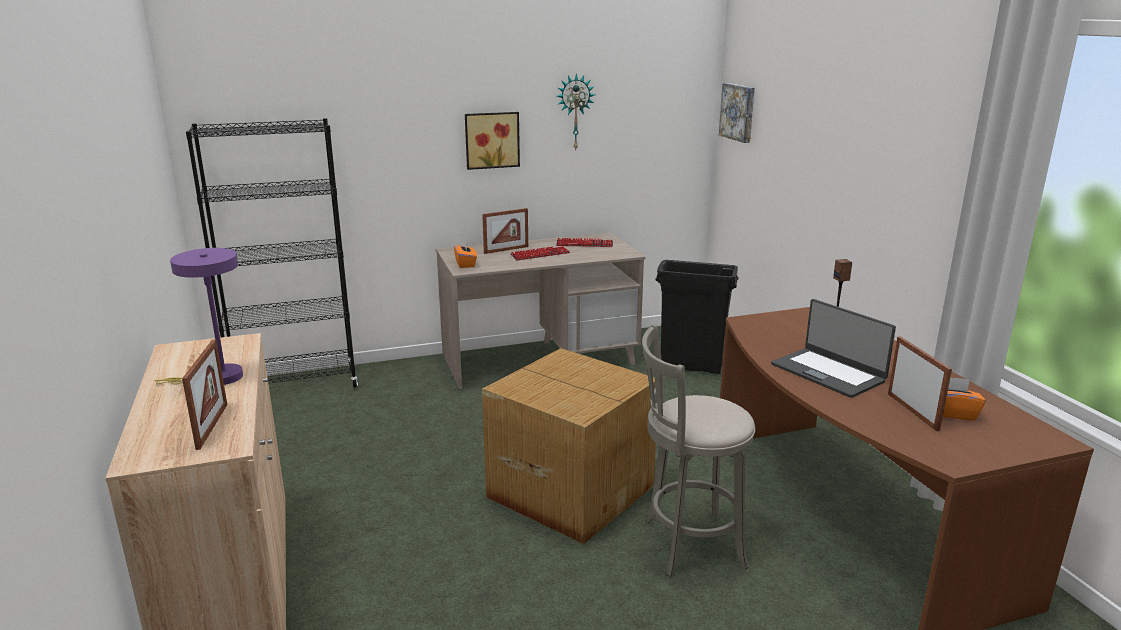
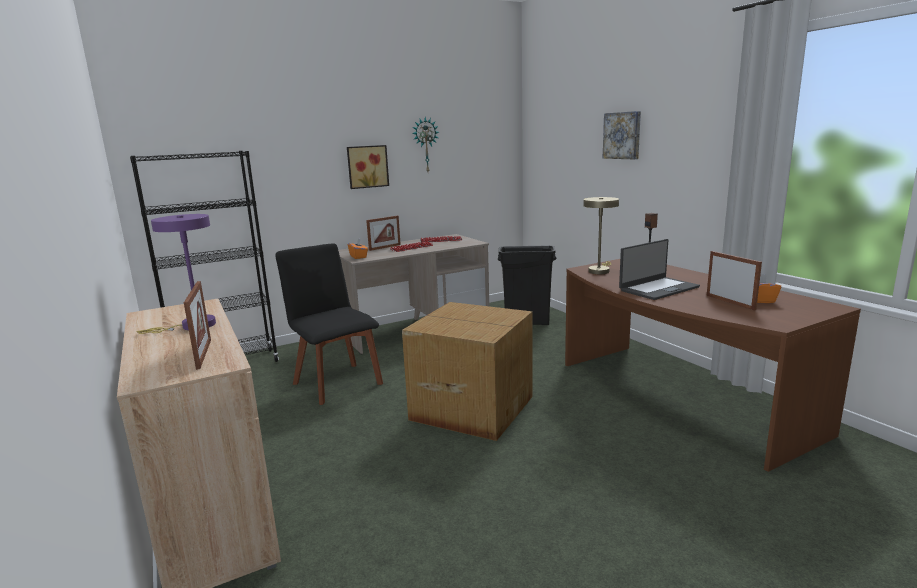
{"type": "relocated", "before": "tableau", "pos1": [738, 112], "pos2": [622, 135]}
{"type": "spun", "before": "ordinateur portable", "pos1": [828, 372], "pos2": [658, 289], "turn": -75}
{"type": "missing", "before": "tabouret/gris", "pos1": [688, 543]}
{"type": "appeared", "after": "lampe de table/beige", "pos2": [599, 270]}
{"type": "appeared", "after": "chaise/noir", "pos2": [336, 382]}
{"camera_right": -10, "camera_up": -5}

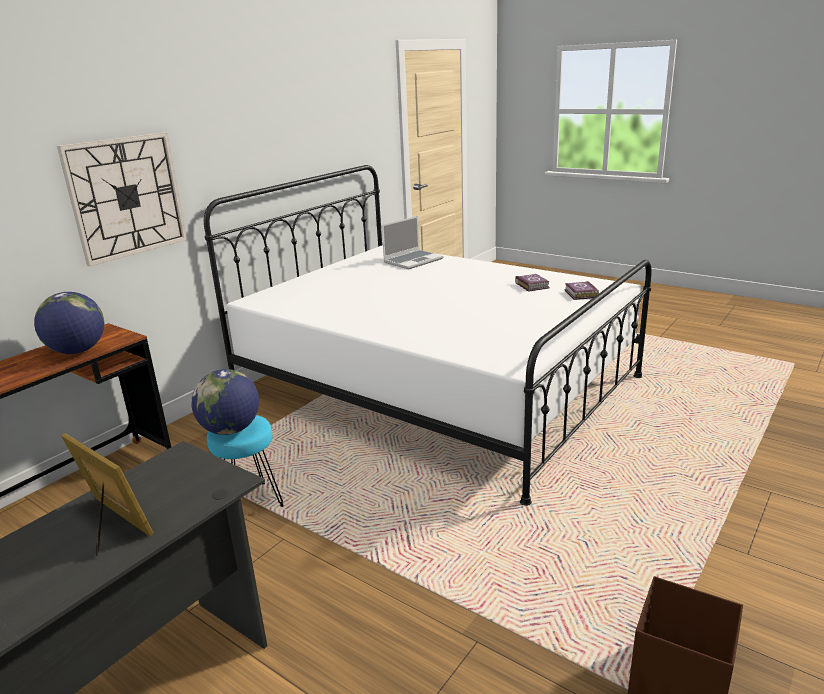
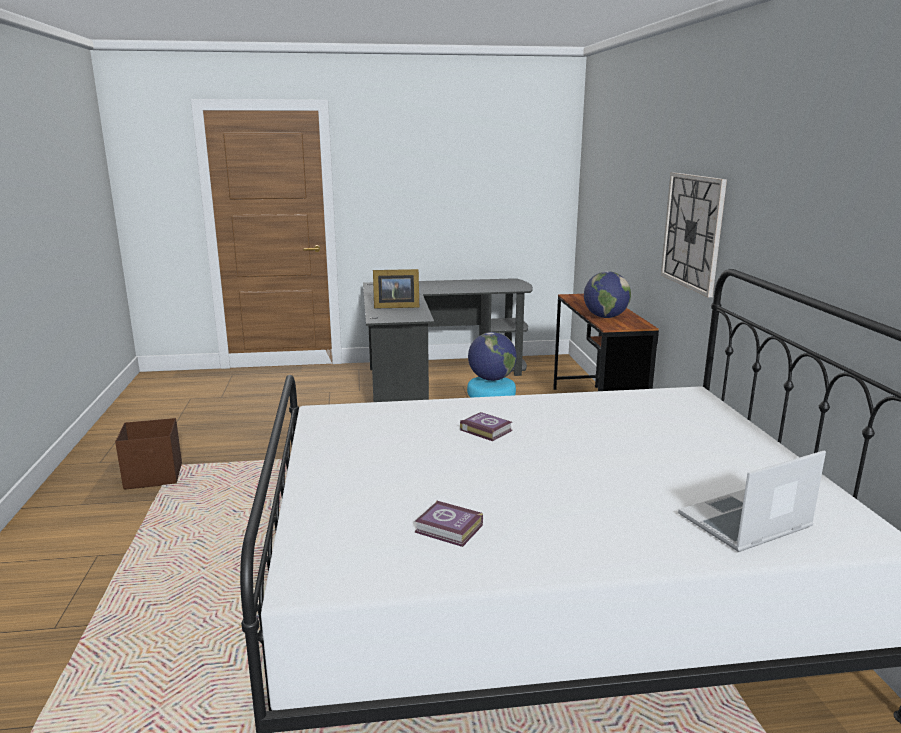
{"type": "spun", "before": "ordinateur portable", "pos1": [413, 260], "pos2": [744, 523], "turn": 60}
{"type": "relocated", "before": "livre", "pos1": [580, 294], "pos2": [485, 430]}
{"camera_right": 135, "camera_up": -5}

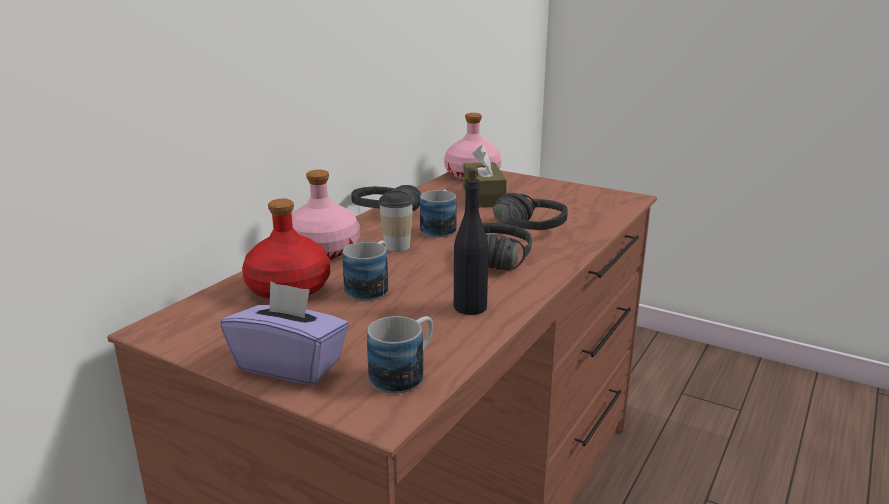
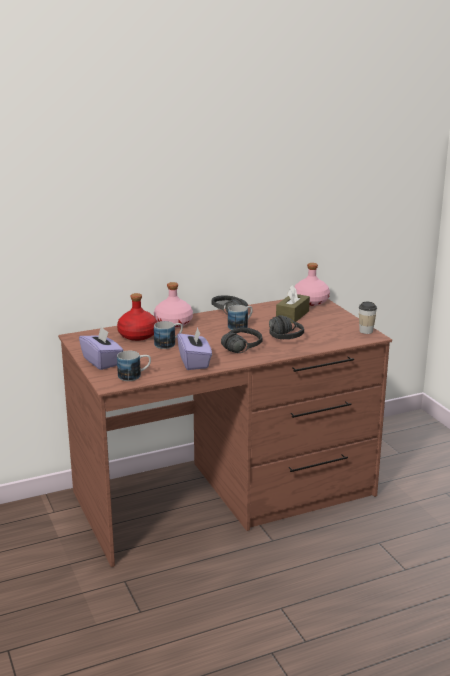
{"type": "exchanged", "before": "bouteille/noir", "after": "boîte à mouchoirs/violet", "pos1": [470, 307], "pos2": [194, 362]}
{"type": "relocated", "before": "tasse", "pos1": [397, 246], "pos2": [366, 331]}
{"camera_right": 35, "camera_up": 0}

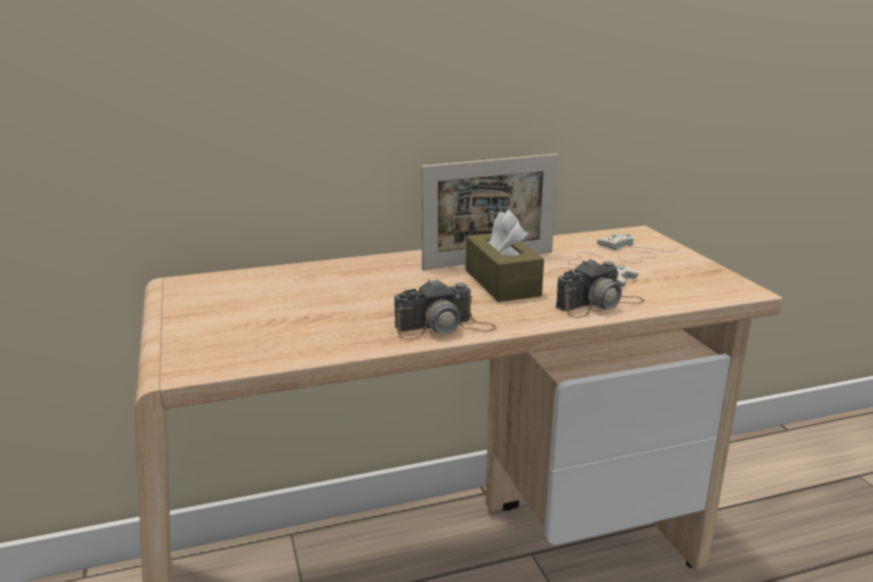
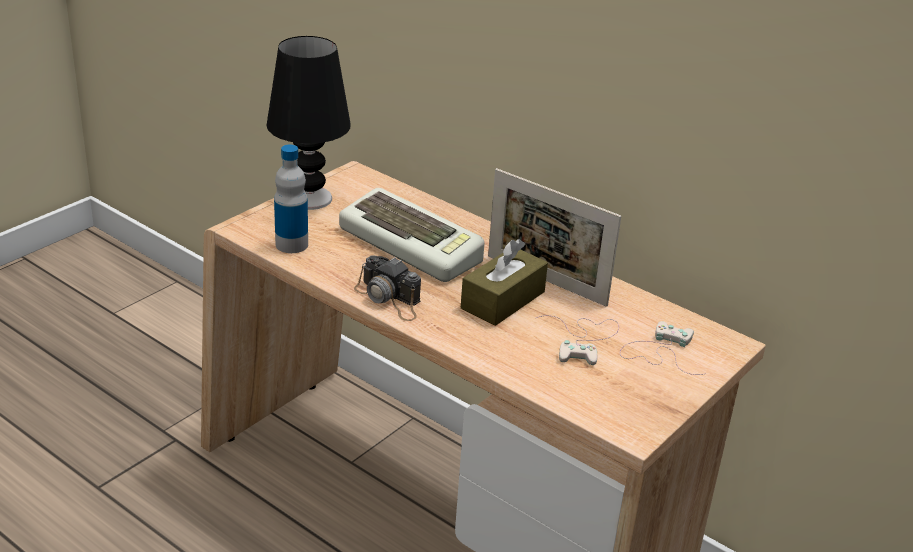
{"type": "missing", "before": "appareil photo", "pos1": [600, 304]}
{"type": "appeared", "after": "lampe de table/noir", "pos2": [309, 199]}
{"type": "appeared", "after": "bouteille", "pos2": [291, 244]}
{"type": "appeared", "after": "clavier", "pos2": [413, 245]}
{"camera_right": 55, "camera_up": 10}

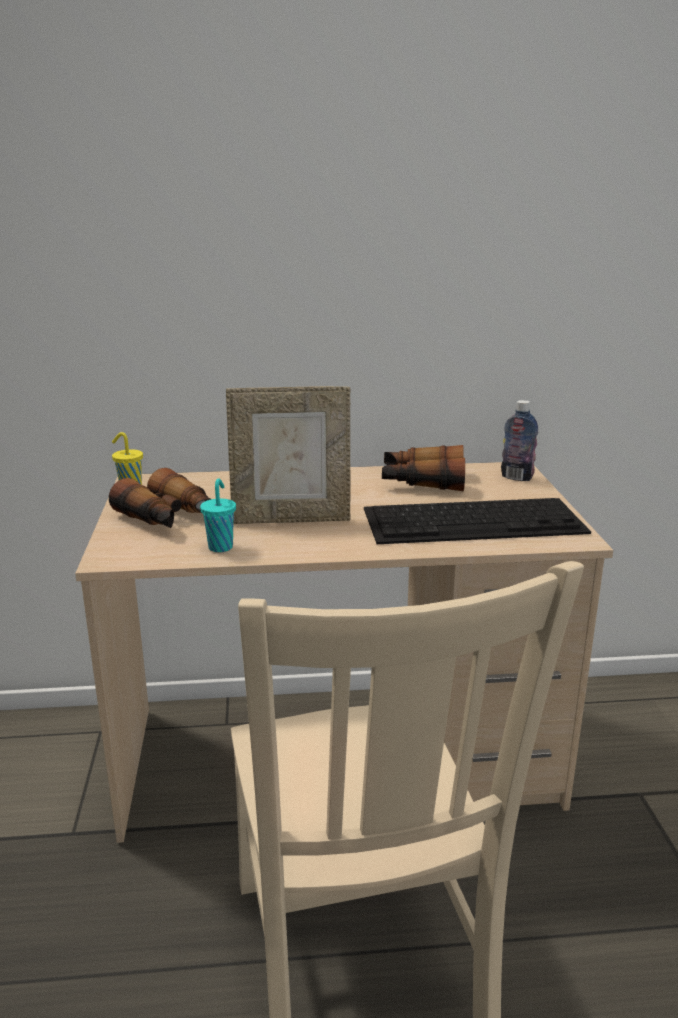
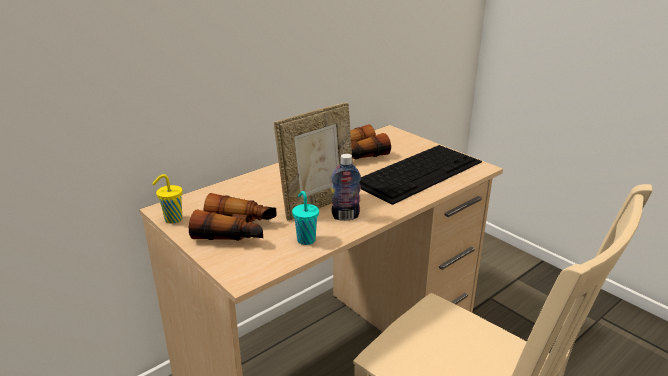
{"type": "relocated", "before": "bouteille", "pos1": [516, 477], "pos2": [345, 216]}
{"camera_right": -35, "camera_up": 5}

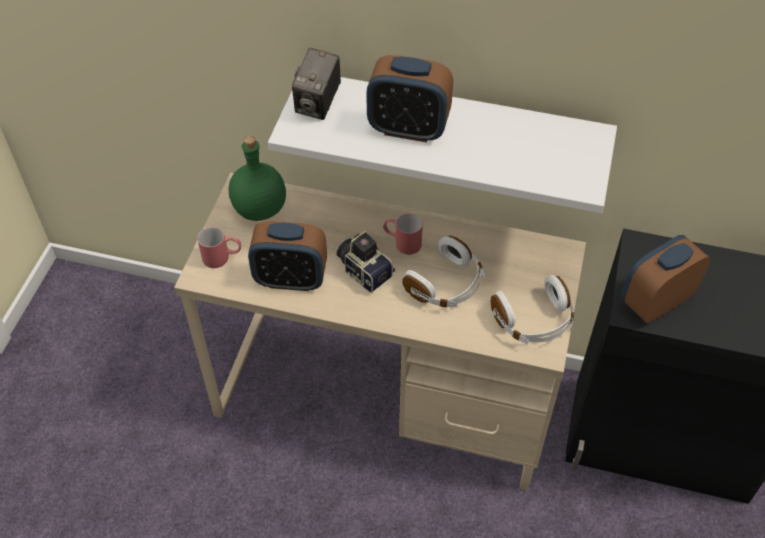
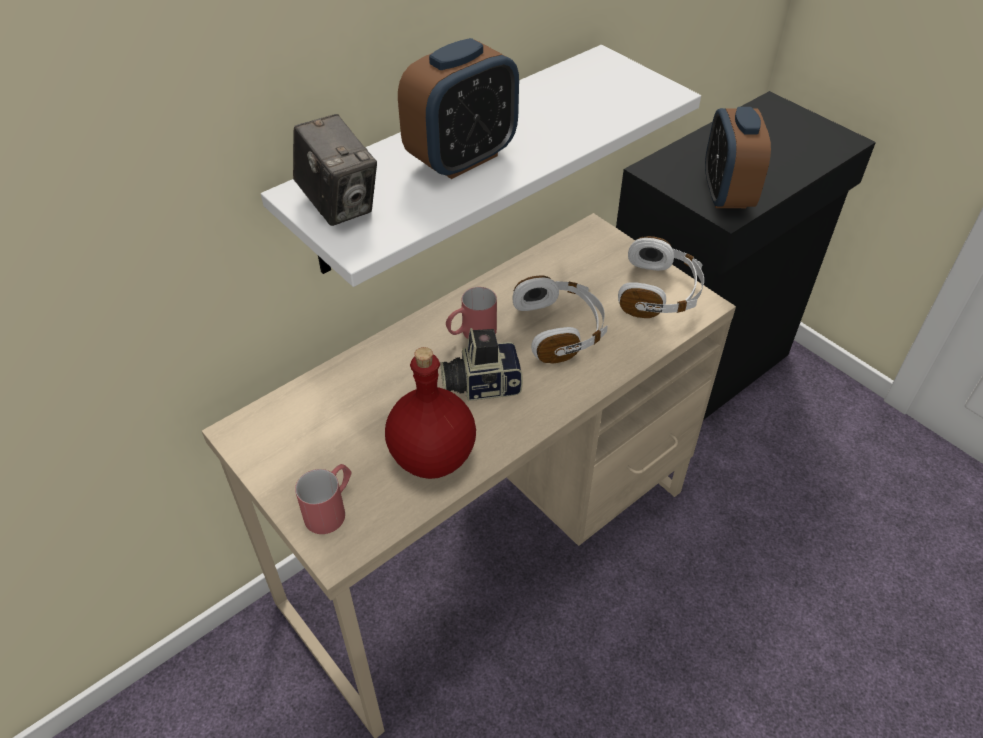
{"type": "missing", "before": "bouteille/vert", "pos1": [260, 210]}
{"type": "exchanged", "before": "réveil", "after": "bouteille/rouge", "pos1": [291, 279], "pos2": [432, 456]}
{"camera_right": -55, "camera_up": -5}

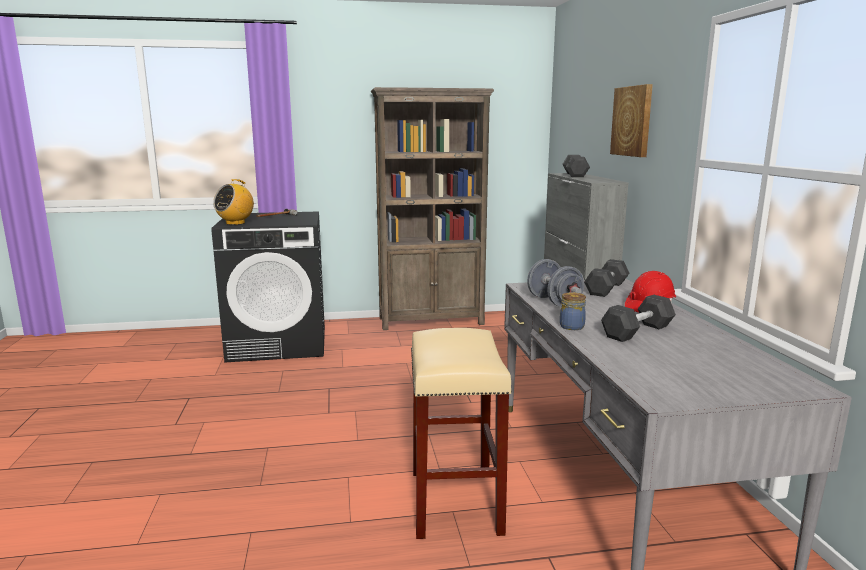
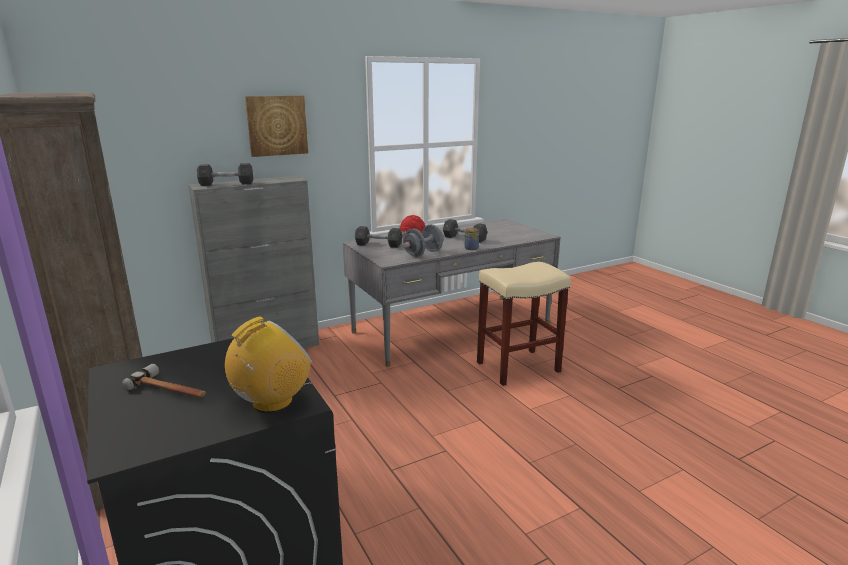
{"type": "spun", "before": "radio", "pos1": [235, 223], "pos2": [272, 402], "turn": -60}
{"camera_right": -110, "camera_up": 5}

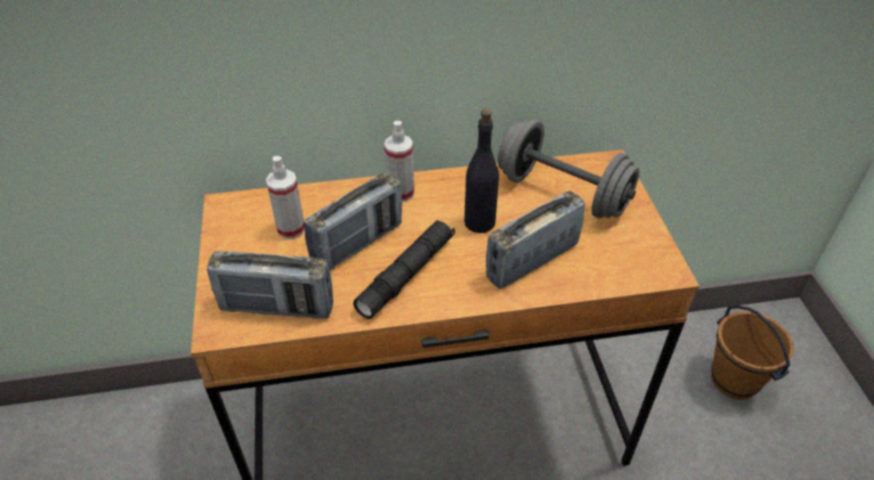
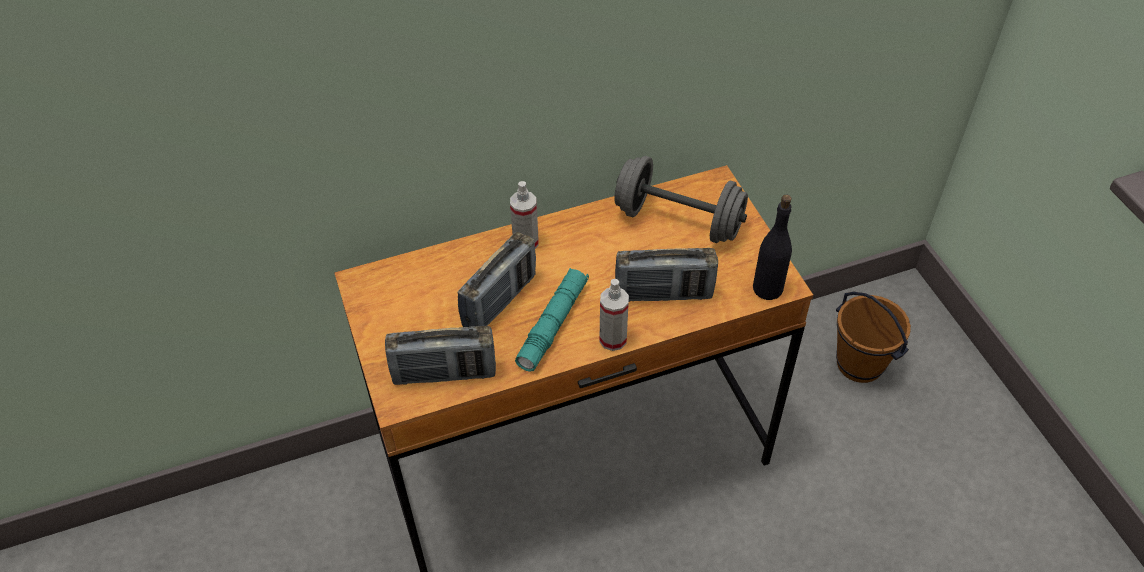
{"type": "relocated", "before": "bouteille/noir", "pos1": [480, 222], "pos2": [768, 288]}
{"type": "relocated", "before": "vaporisateur", "pos1": [291, 229], "pos2": [613, 339]}
{"type": "spun", "before": "radio", "pos1": [532, 261], "pos2": [663, 294], "turn": -135}
{"type": "colour", "before": "lampe de poche/noir", "after": "lampe de poche/turquoise", "pos1": [406, 275], "pos2": [553, 324]}
{"camera_right": -10, "camera_up": 5}

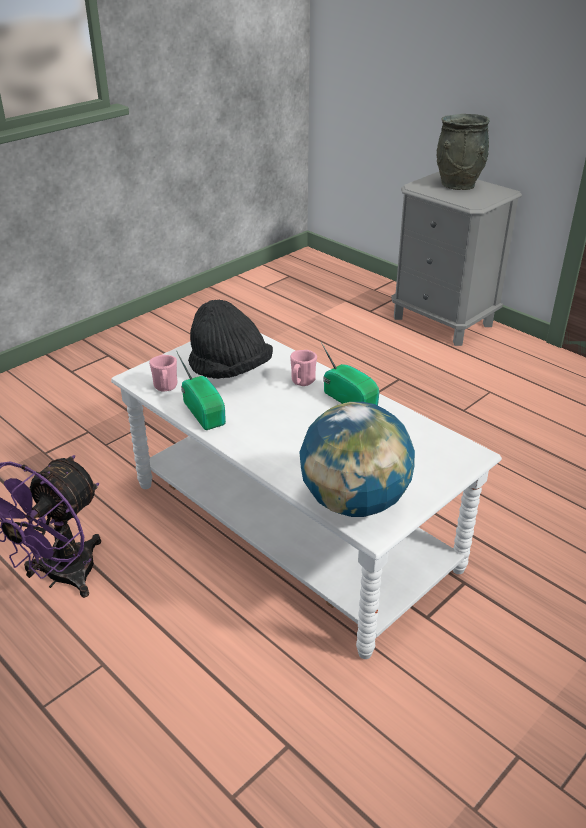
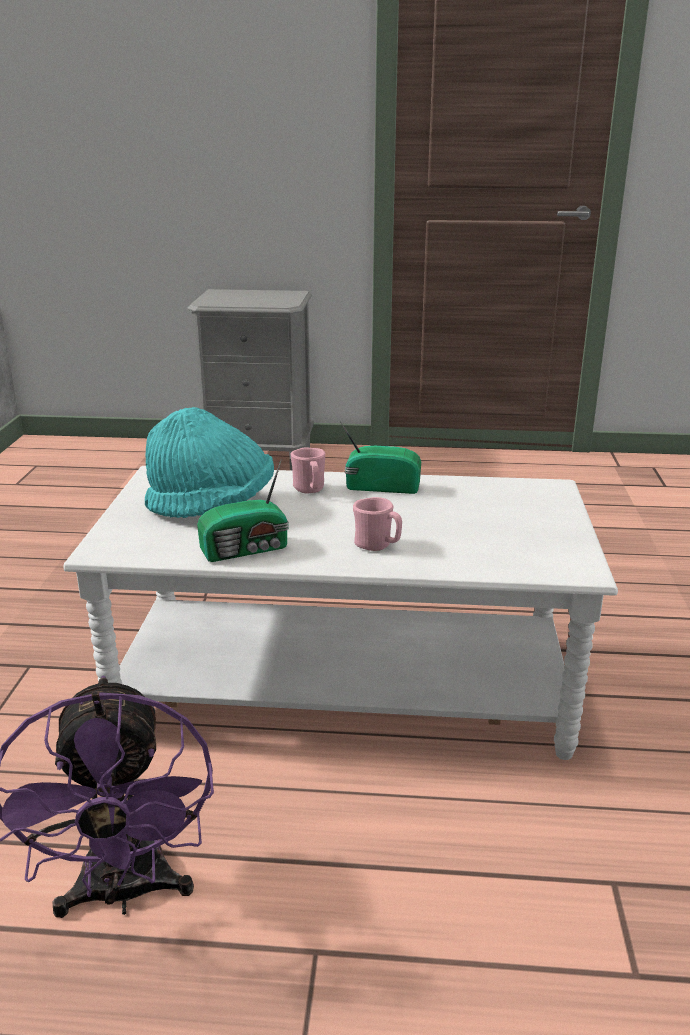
{"type": "missing", "before": "vase/gris", "pos1": [458, 184]}
{"type": "colour", "before": "chapeau/noir", "after": "chapeau/turquoise", "pos1": [229, 370], "pos2": [212, 506]}
{"type": "spun", "before": "radio", "pos1": [205, 412], "pos2": [247, 550], "turn": 135}
{"type": "relocated", "before": "mug/rose", "pos1": [166, 388], "pos2": [377, 546]}
{"type": "missing", "before": "globe", "pos1": [354, 502]}
{"camera_right": -40, "camera_up": -10}

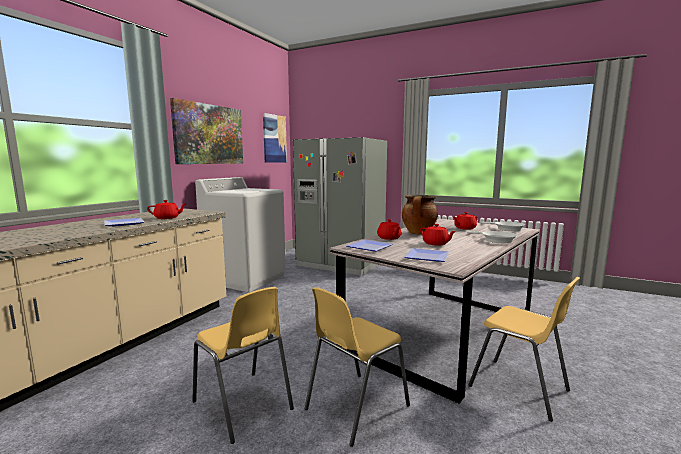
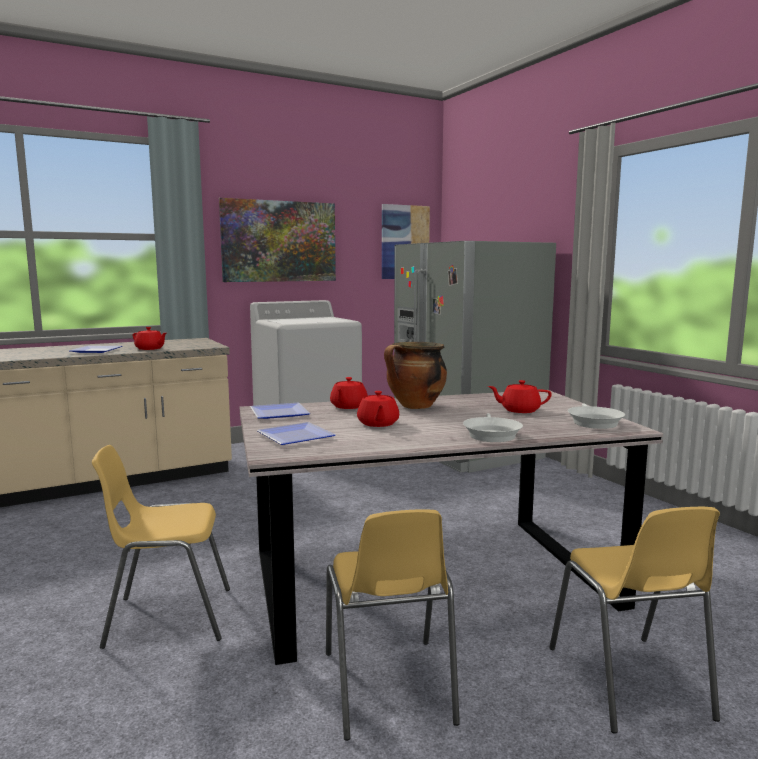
{"type": "relocated", "before": "chaise/jaune", "pos1": [243, 405], "pos2": [629, 683]}
{"camera_right": 35, "camera_up": 0}

